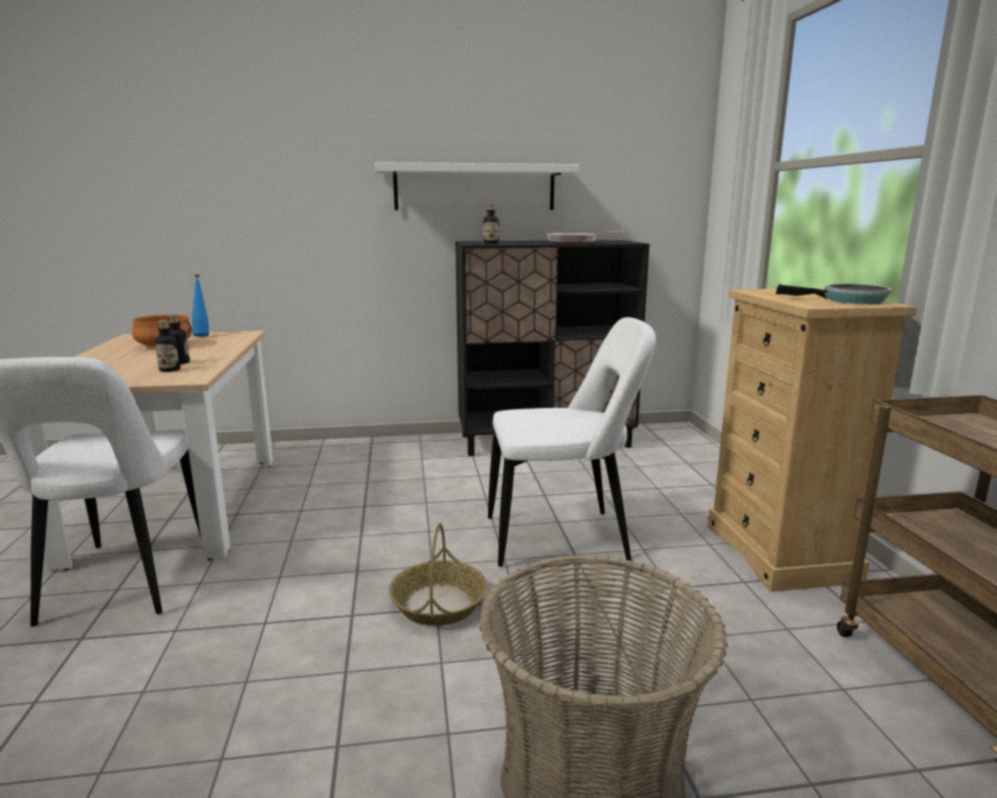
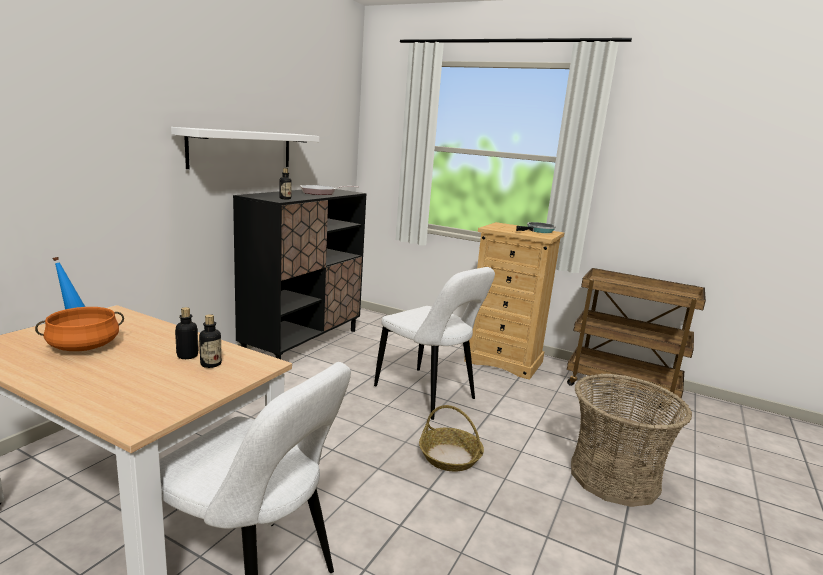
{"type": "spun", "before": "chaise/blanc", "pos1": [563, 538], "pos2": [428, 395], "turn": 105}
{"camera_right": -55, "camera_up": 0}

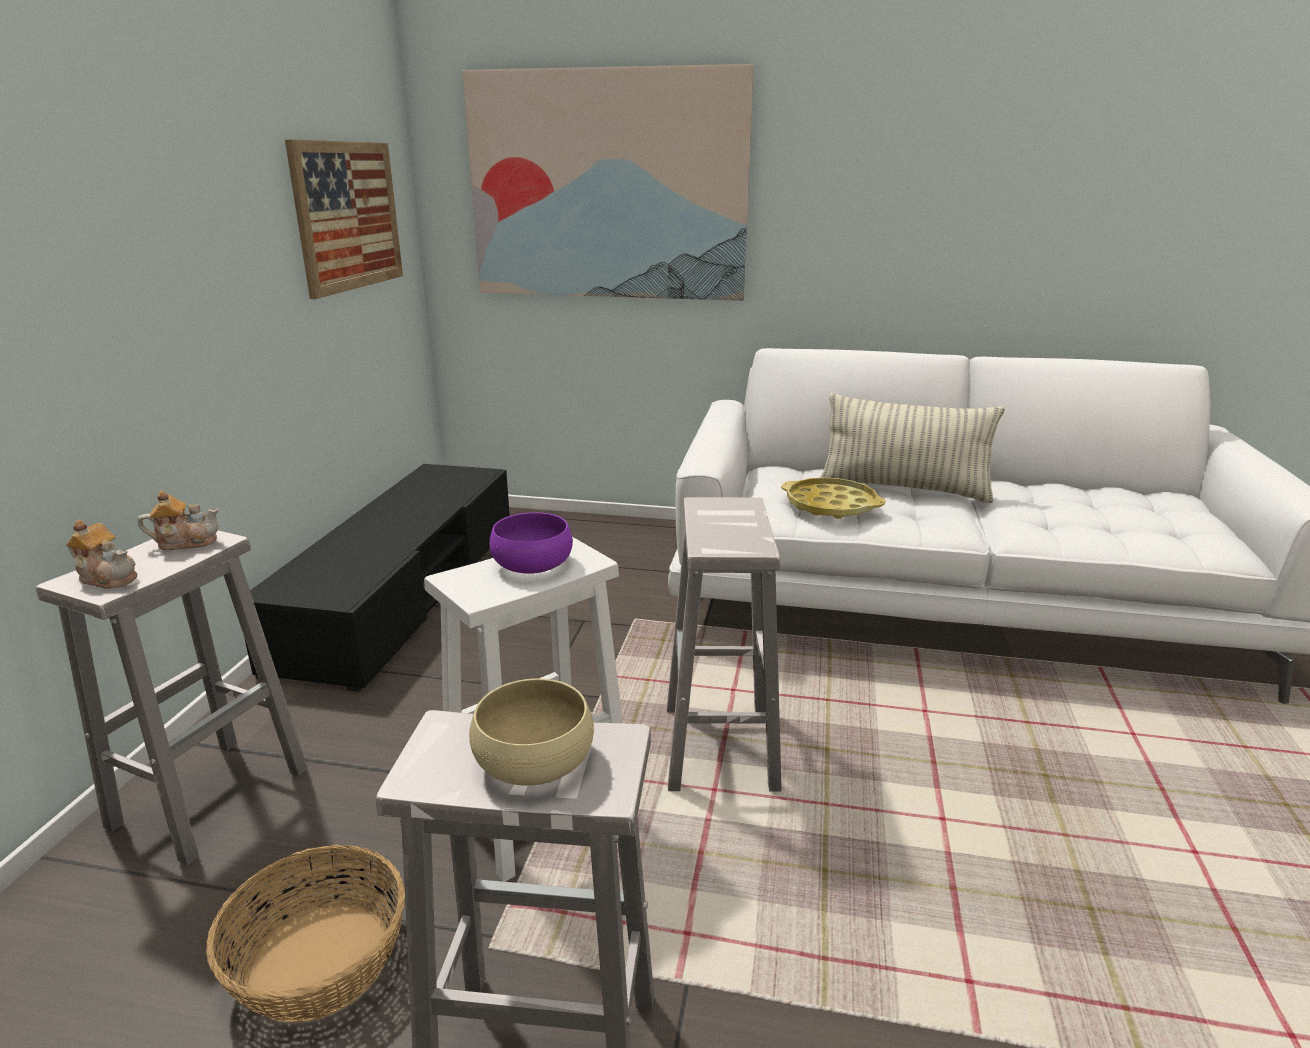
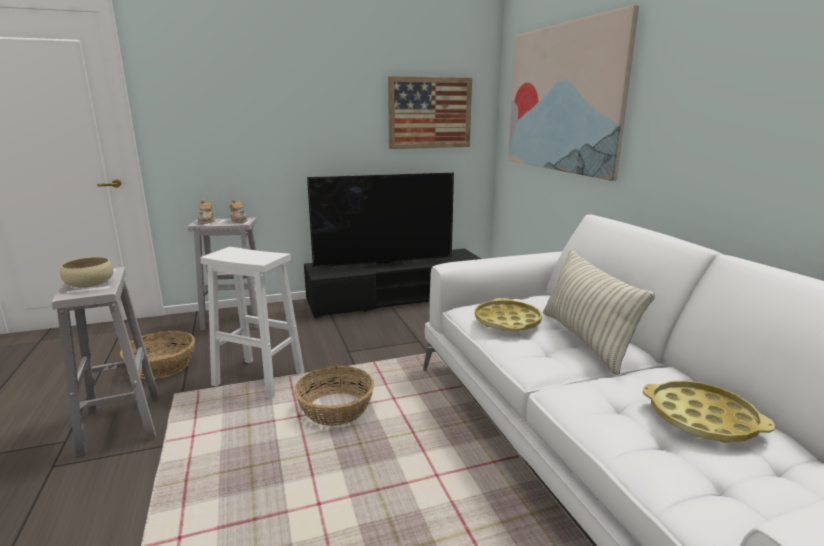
{"type": "exchanged", "before": "tabouret/blanc", "after": "panier", "pos1": [720, 749], "pos2": [336, 410]}
{"type": "missing", "before": "bol/violet", "pos1": [532, 563]}
{"type": "appeared", "after": "téléviseur", "pos2": [384, 264]}
{"type": "appeared", "after": "plateau/jaune", "pos2": [701, 418]}
{"camera_right": 60, "camera_up": -5}

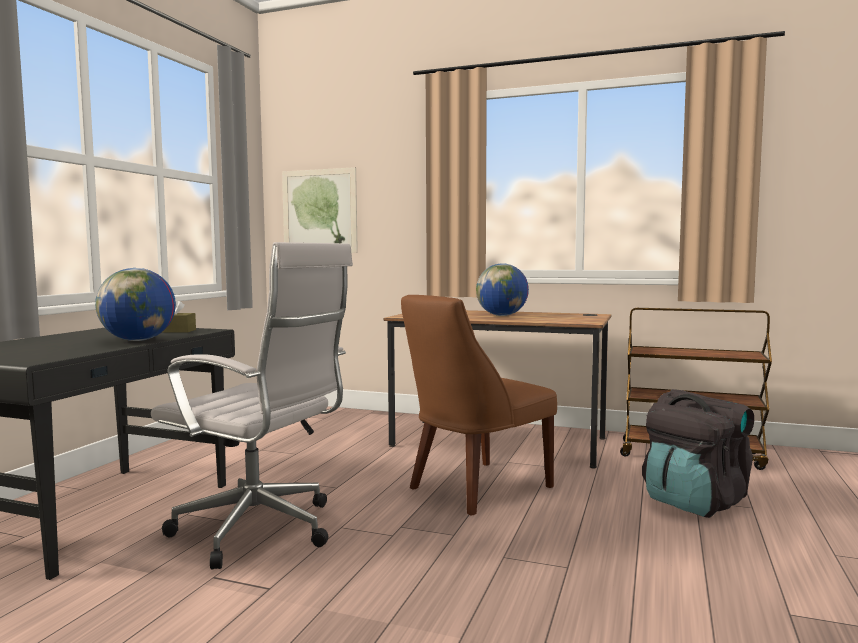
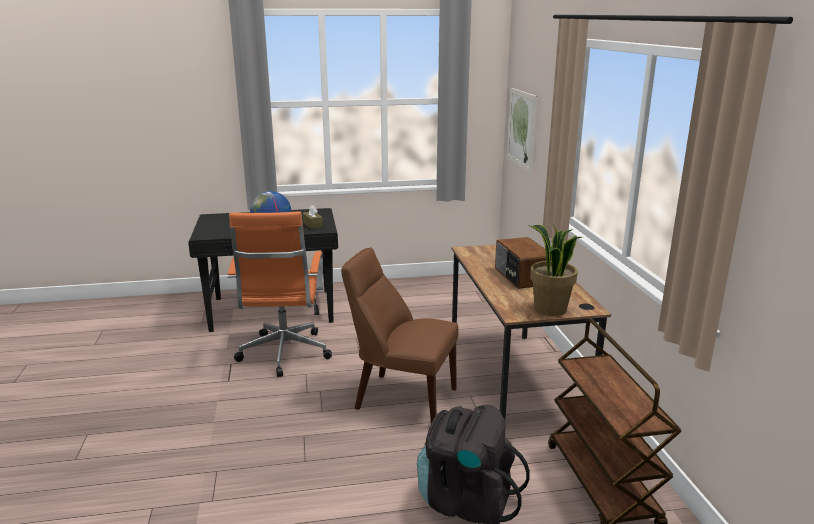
{"type": "colour", "before": "chaise de bureau/blanc", "after": "chaise de bureau/orange", "pos1": [261, 531], "pos2": [284, 355]}
{"type": "exchanged", "before": "globe", "after": "radio", "pos1": [502, 315], "pos2": [521, 277]}
{"type": "appeared", "after": "plante en pot", "pos2": [549, 309]}
{"camera_right": 60, "camera_up": 15}

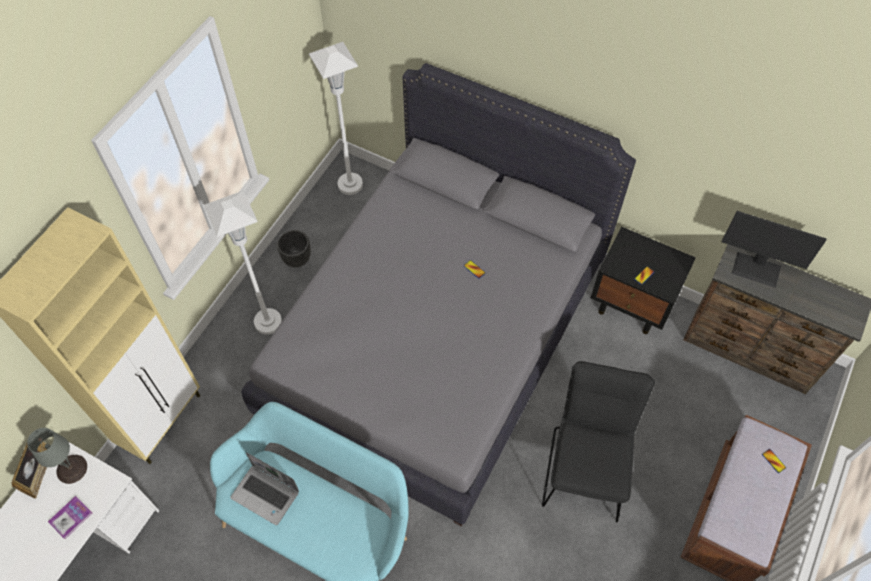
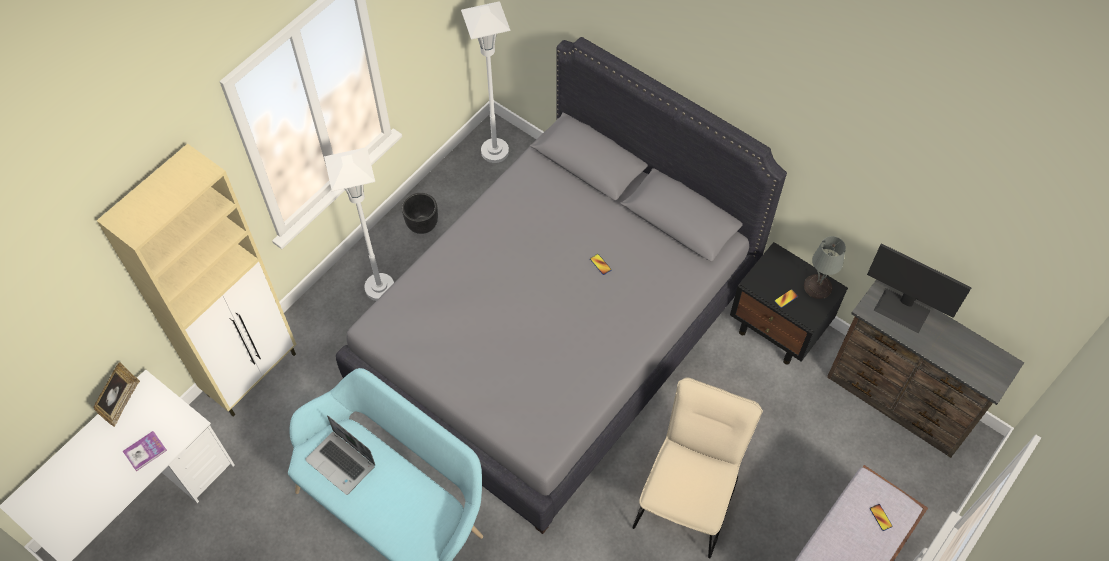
{"type": "colour", "before": "chaise/noir", "after": "chaise/beige", "pos1": [586, 467], "pos2": [689, 495]}
{"type": "relocated", "before": "lampe de table/gris", "pos1": [72, 468], "pos2": [818, 286]}
{"camera_right": 10, "camera_up": 0}

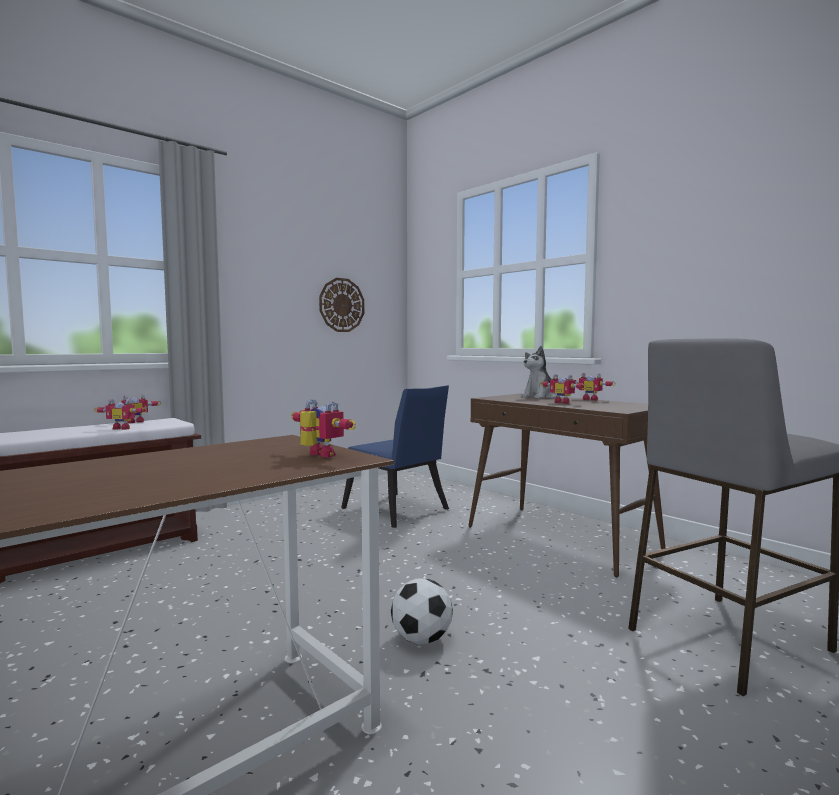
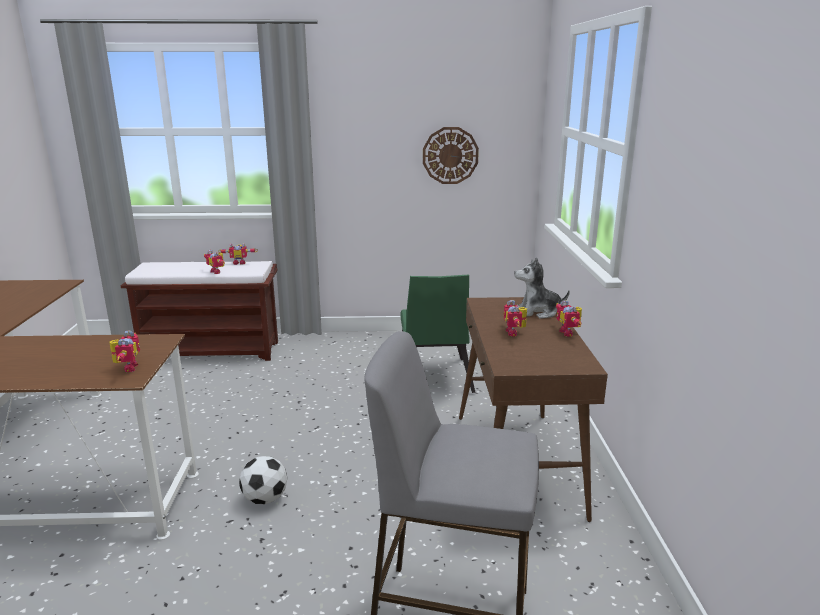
{"type": "colour", "before": "chaise/bleu", "after": "chaise/vert", "pos1": [398, 511], "pos2": [433, 380]}
{"camera_right": 40, "camera_up": 15}

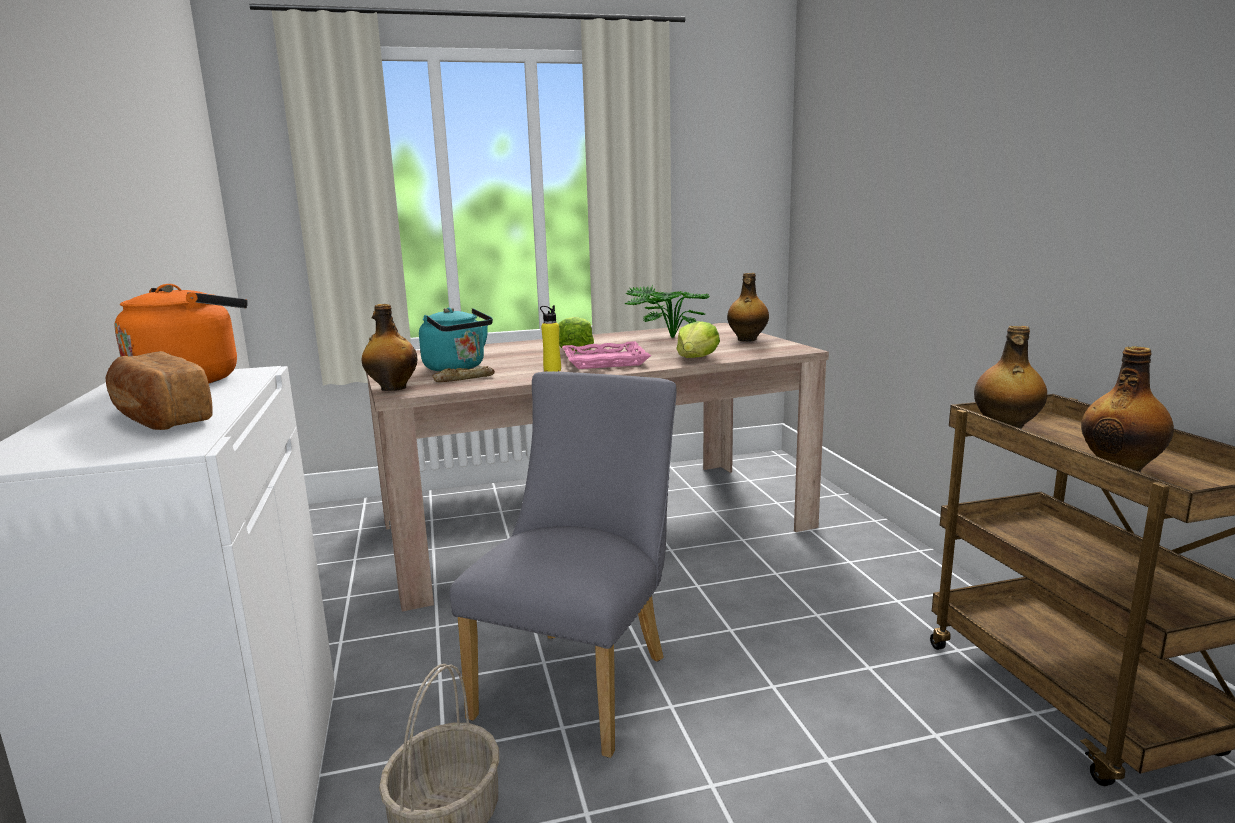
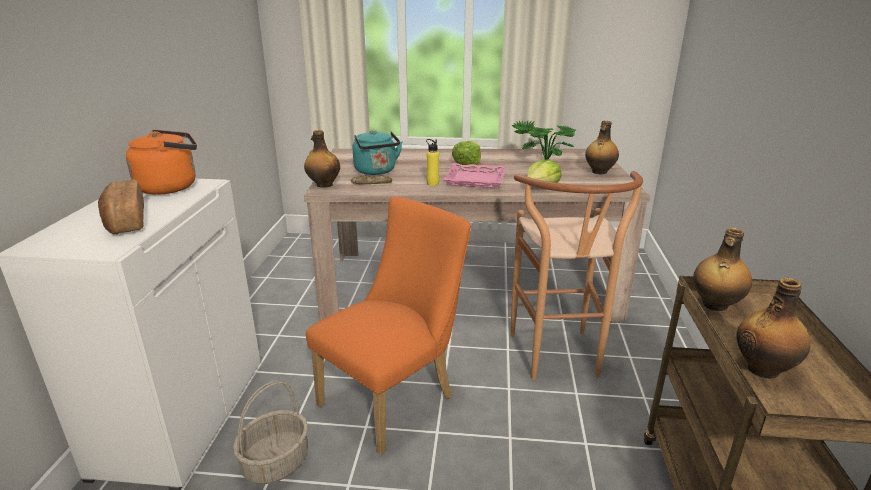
{"type": "colour", "before": "chaise/gris", "after": "chaise/orange", "pos1": [580, 679], "pos2": [394, 397]}
{"type": "appeared", "after": "tabouret/marron", "pos2": [558, 361]}
{"camera_right": 20, "camera_up": 10}

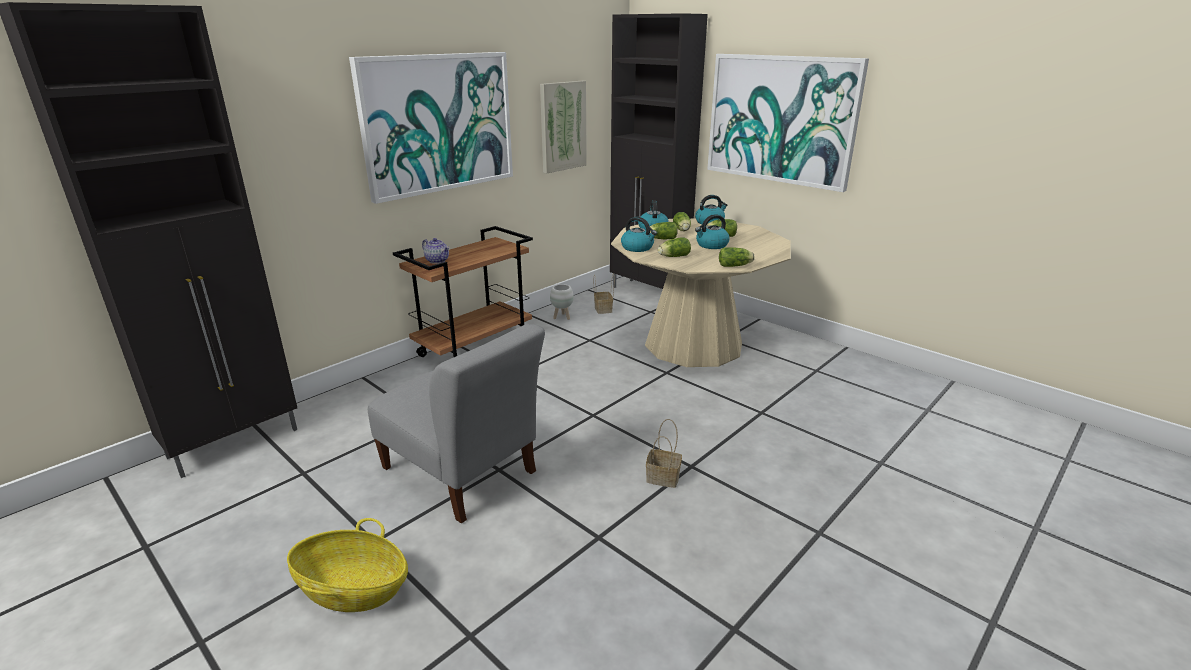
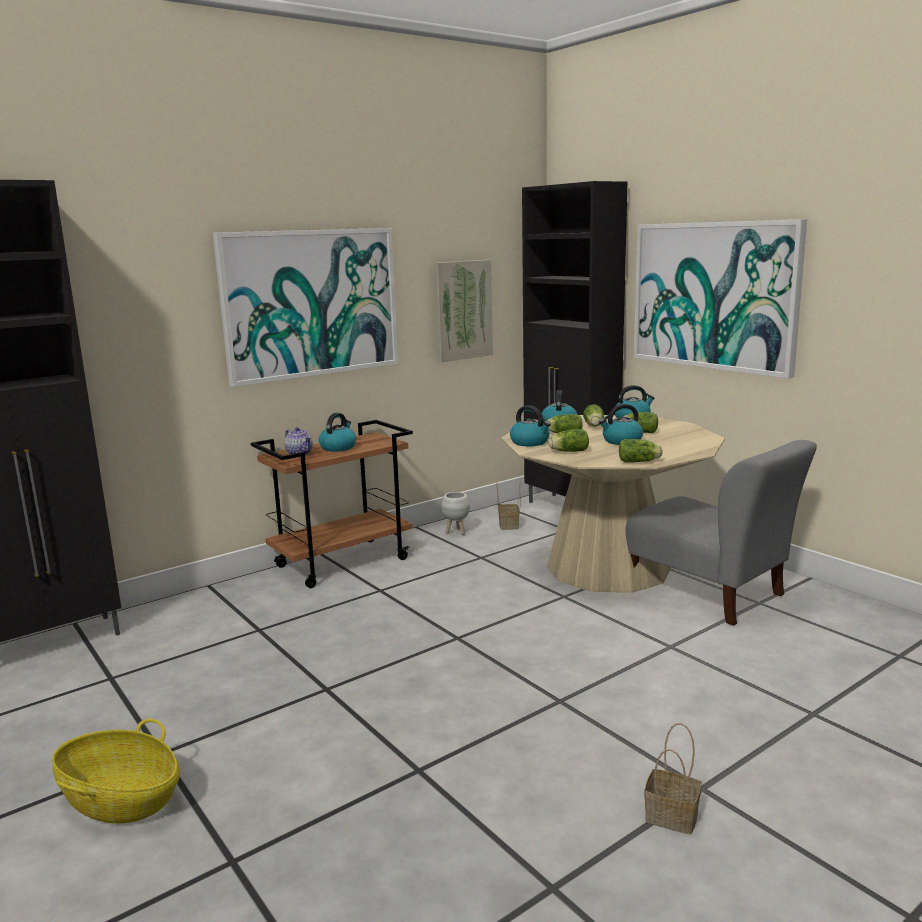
{"type": "relocated", "before": "chaise/gris", "pos1": [462, 474], "pos2": [710, 593]}
{"type": "relocated", "before": "panier", "pos1": [664, 477], "pos2": [673, 816]}
{"type": "appeared", "after": "bouilloire", "pos2": [338, 447]}
{"camera_right": 10, "camera_up": -10}

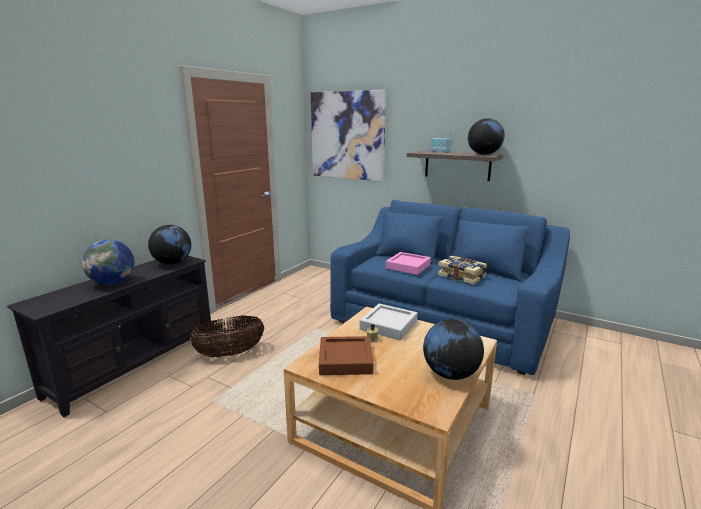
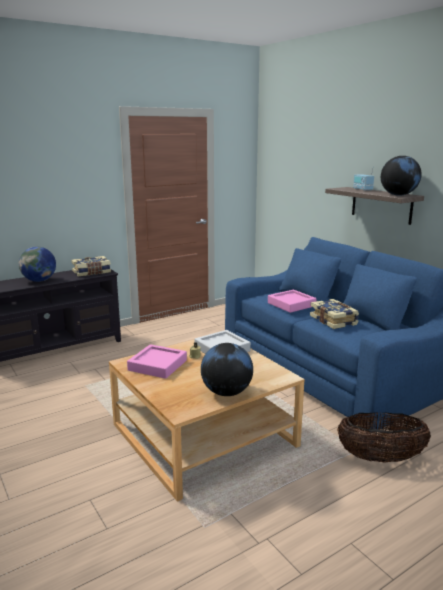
{"type": "missing", "before": "tableau", "pos1": [347, 135]}
{"type": "exchanged", "before": "globe", "after": "livre", "pos1": [172, 263], "pos2": [92, 272]}
{"type": "relocated", "before": "panier", "pos1": [230, 353], "pos2": [380, 458]}
{"type": "colour", "before": "plateau/marron", "after": "plateau/rose", "pos1": [345, 360], "pos2": [157, 365]}
{"camera_right": 25, "camera_up": 0}

